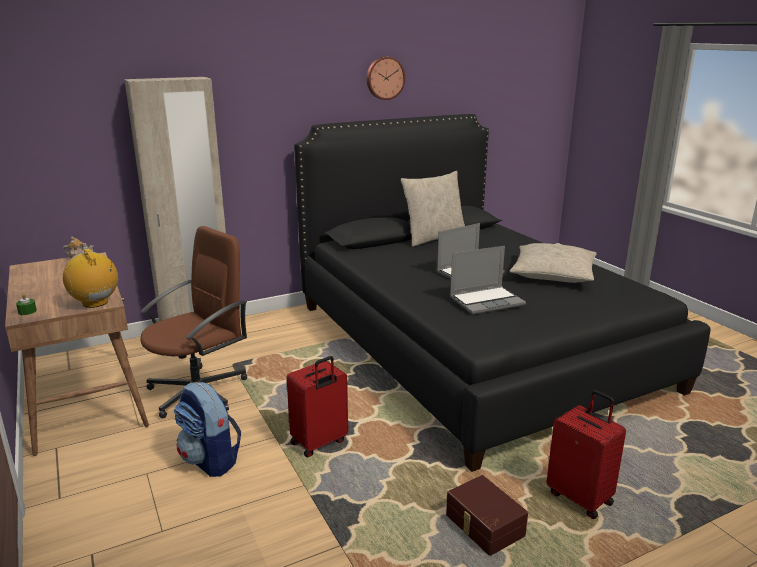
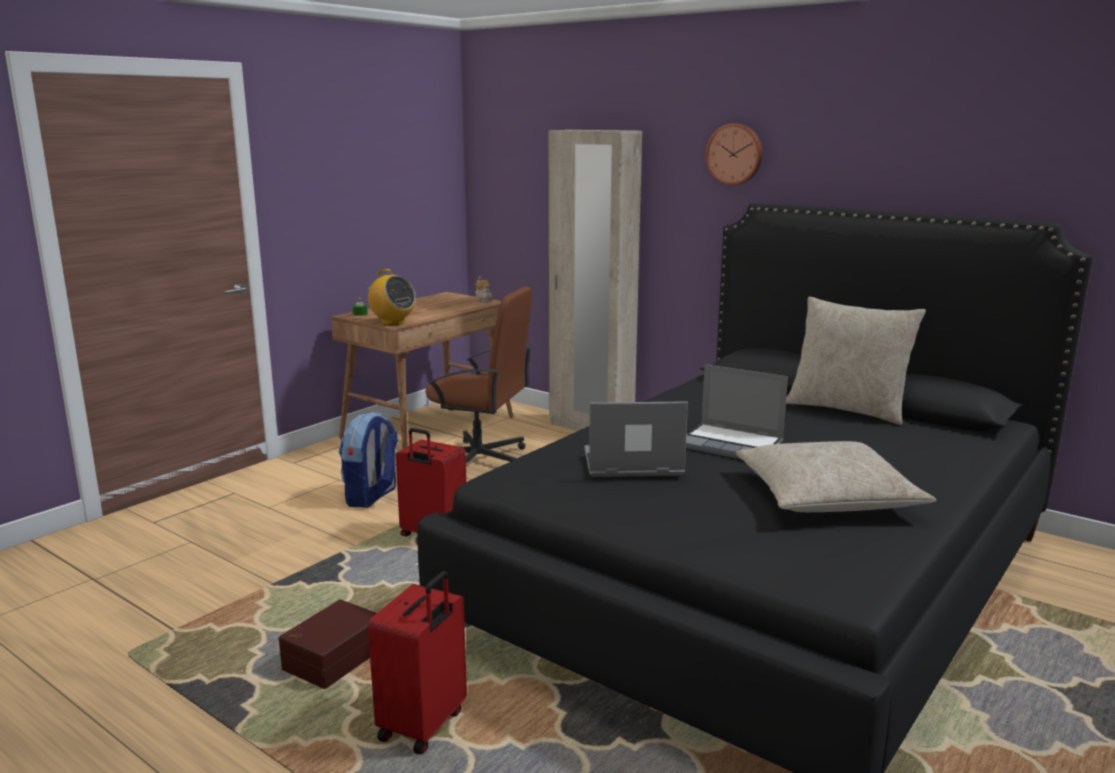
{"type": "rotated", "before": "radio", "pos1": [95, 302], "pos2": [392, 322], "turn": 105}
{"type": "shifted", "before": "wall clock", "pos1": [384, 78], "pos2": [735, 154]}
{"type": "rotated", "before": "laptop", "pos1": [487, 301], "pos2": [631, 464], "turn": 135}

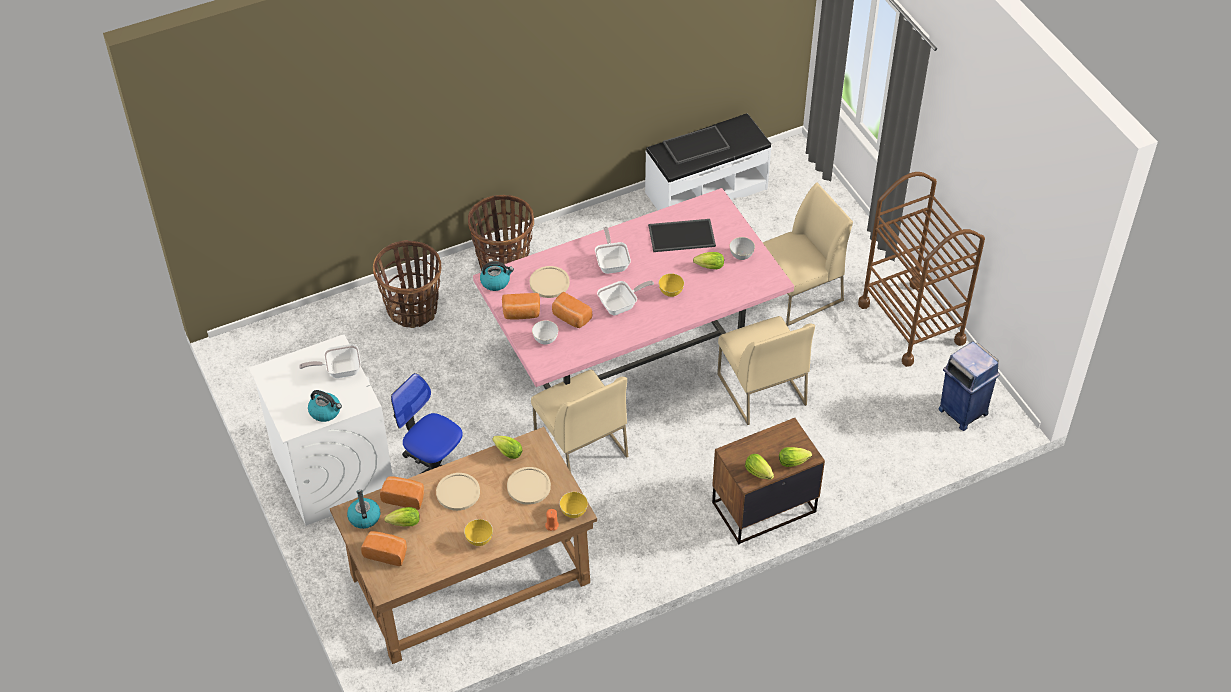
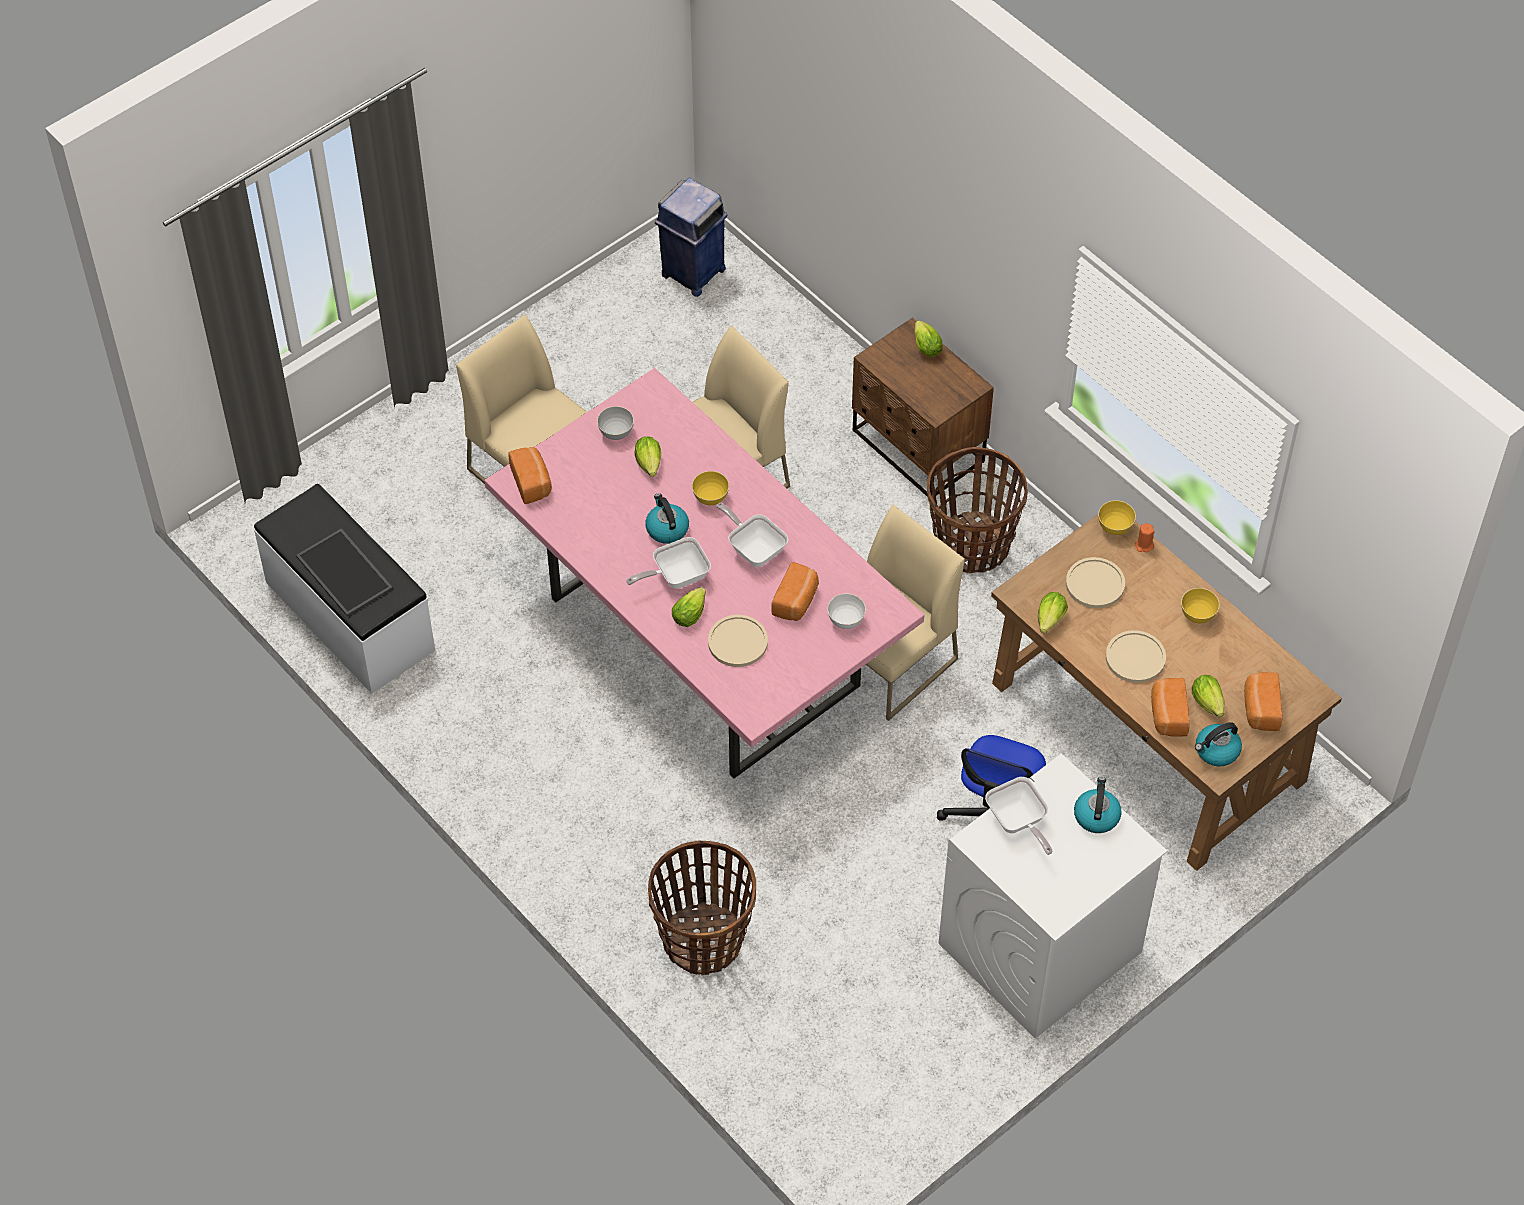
{"type": "shifted", "before": "basket", "pos1": [503, 262], "pos2": [972, 545]}
{"type": "shifted", "before": "kettle", "pos1": [496, 282], "pos2": [666, 528]}
{"type": "shifted", "before": "bread", "pos1": [521, 314], "pos2": [532, 482]}
{"type": "gone", "before": "tray", "pos1": [682, 235]}
{"type": "shifted", "before": "lettuce", "pos1": [760, 474], "pos2": [691, 613]}
{"type": "gone", "before": "cart (brown)", "pos1": [911, 323]}

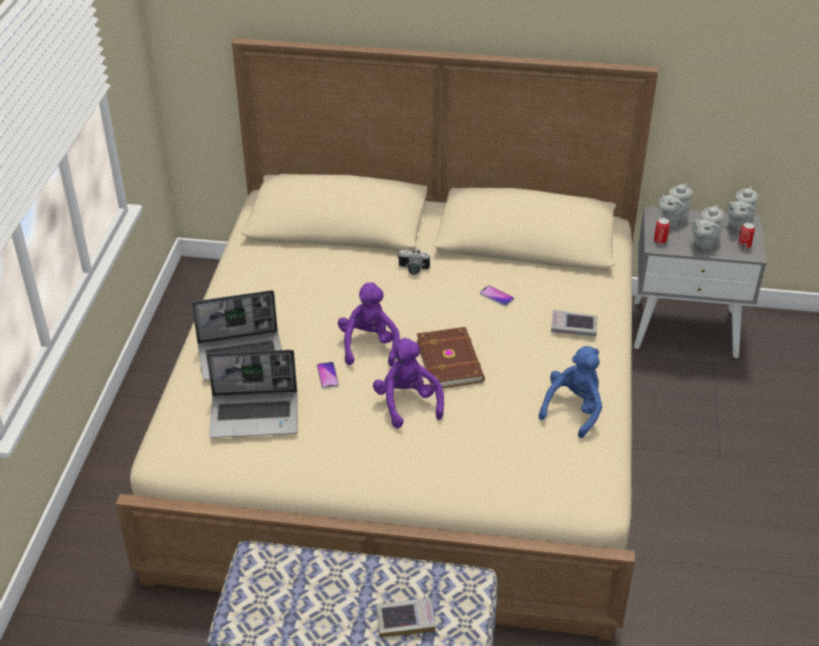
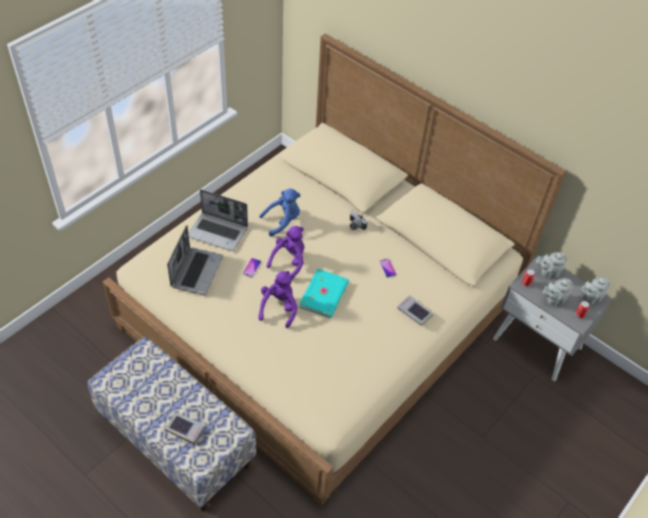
{"type": "rotated", "before": "laptop", "pos1": [255, 415], "pos2": [196, 271], "turn": -105}
{"type": "repainted", "before": "book (brown)", "after": "book (turquoise)", "pos1": [451, 360], "pos2": [325, 295]}
{"type": "shifted", "before": "plush toy (blue)", "pos1": [573, 409], "pos2": [282, 221]}

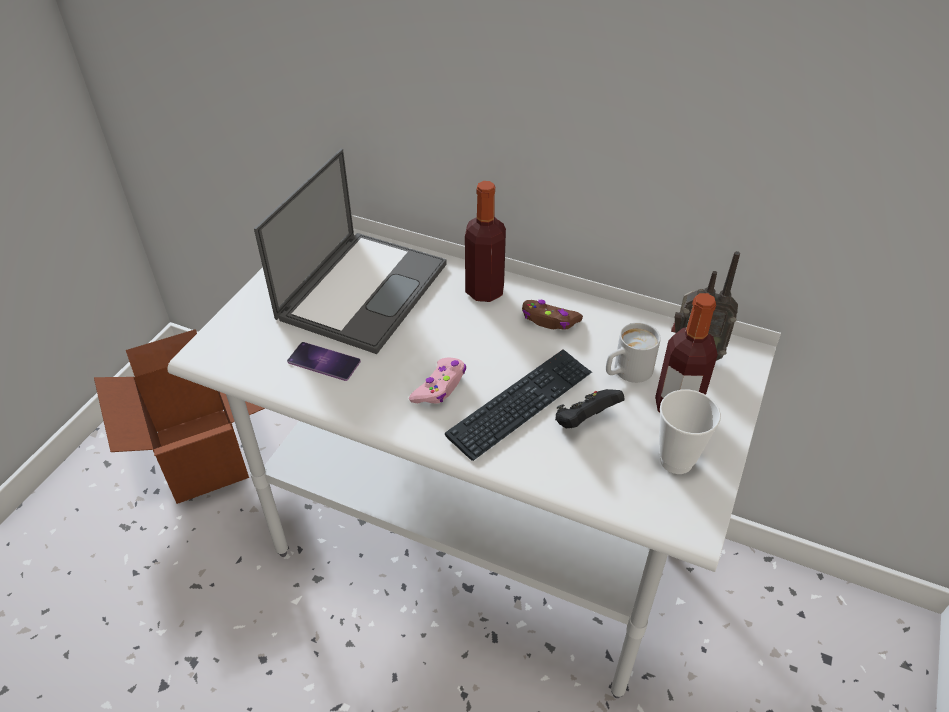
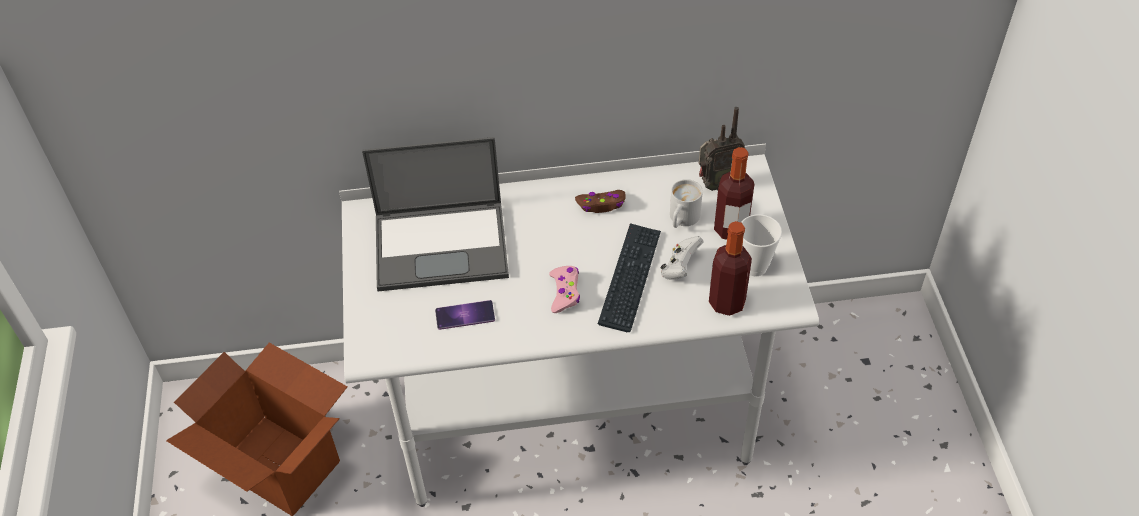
{"type": "rotated", "before": "laptop", "pos1": [363, 289], "pos2": [443, 245], "turn": 90}
{"type": "shifted", "before": "bottle", "pos1": [484, 291], "pos2": [726, 302]}
{"type": "repainted", "before": "game controller (black)", "after": "game controller (white)", "pos1": [585, 421], "pos2": [680, 268]}

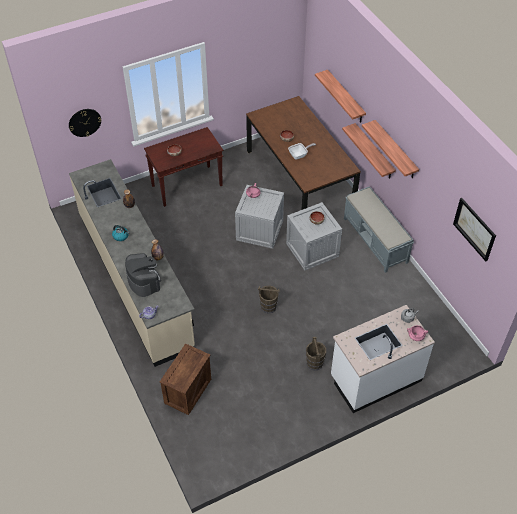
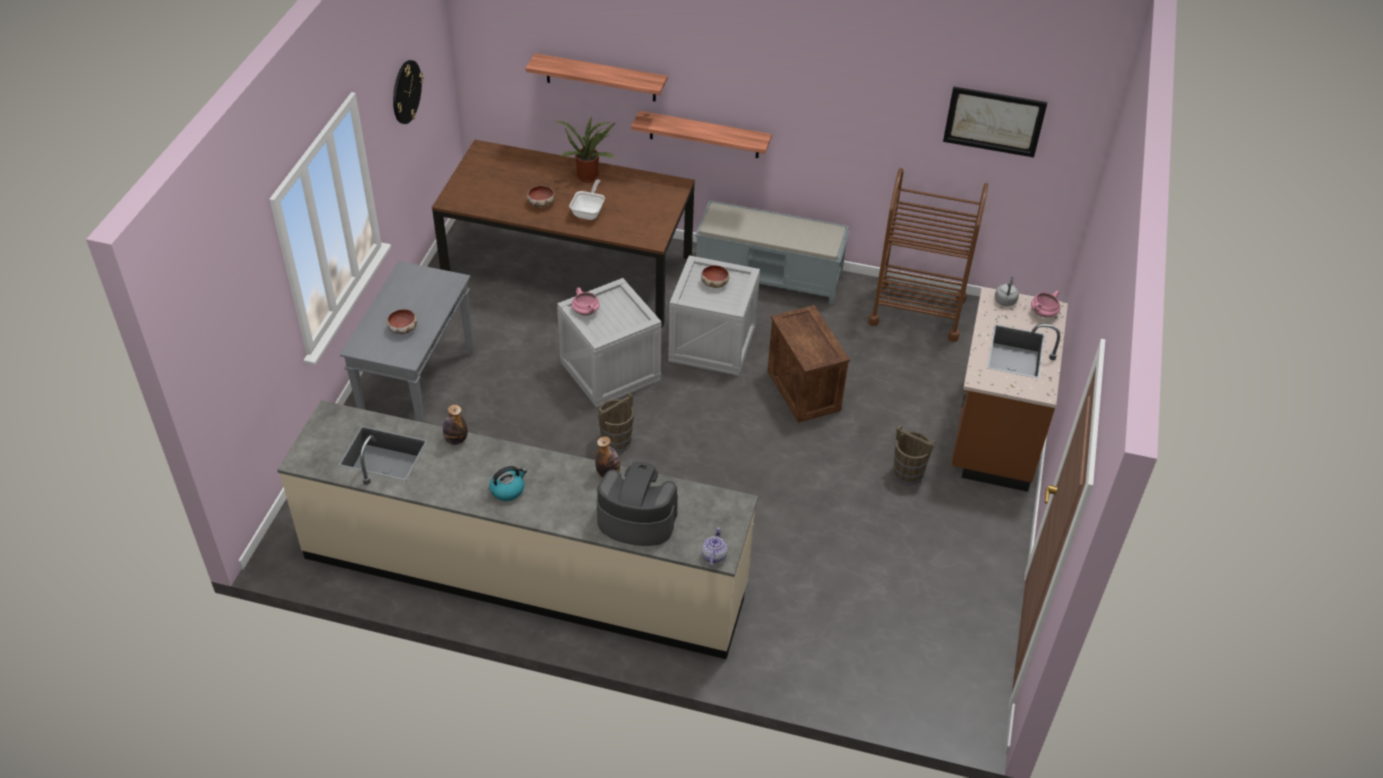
{"type": "shifted", "before": "wall clock", "pos1": [84, 122], "pos2": [406, 92]}
{"type": "repainted", "before": "console table (brown)", "after": "console table (grey)", "pos1": [187, 185], "pos2": [419, 389]}
{"type": "shifted", "before": "crate", "pos1": [188, 391], "pos2": [804, 390]}
{"type": "shifted", "before": "bucket (brown)", "pos1": [268, 306], "pos2": [616, 441]}
{"type": "repainted", "before": "counter (white)", "after": "counter (brown)", "pos1": [375, 378], "pos2": [993, 432]}
{"type": "gone", "before": "shelf", "pos1": [395, 150]}
{"type": "new", "after": "potted plant", "pos2": [588, 174]}
{"type": "new", "after": "cart (brown)", "pos2": [917, 311]}

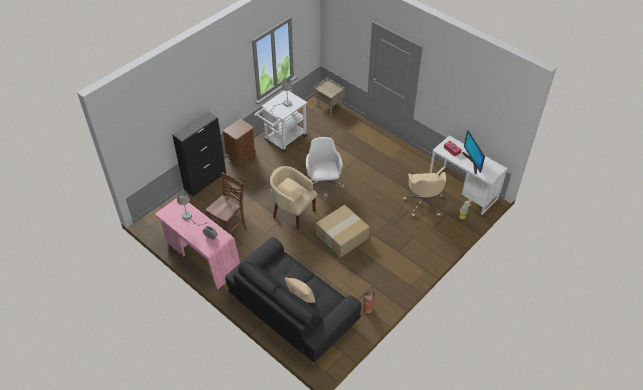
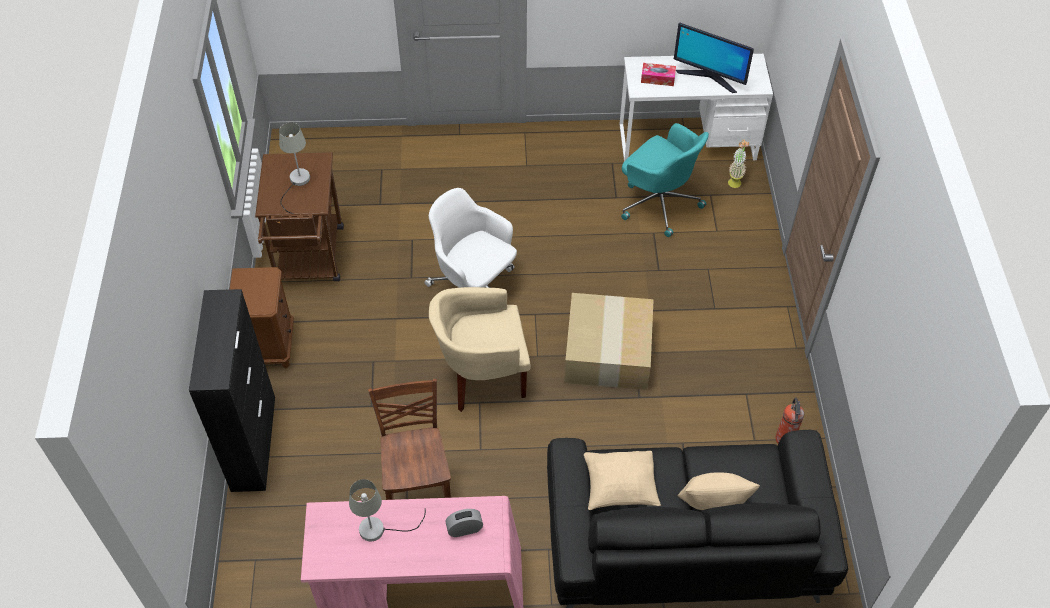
{"type": "repainted", "before": "cart (white)", "after": "cart (brown)", "pos1": [283, 140], "pos2": [309, 261]}
{"type": "shifted", "before": "pillow (beige)", "pos1": [289, 195], "pos2": [619, 487]}
{"type": "gone", "before": "nightstand (beige)", "pos1": [329, 106]}
{"type": "repainted", "before": "office chair (beige)", "after": "office chair (turquoise)", "pos1": [423, 202], "pos2": [658, 202]}

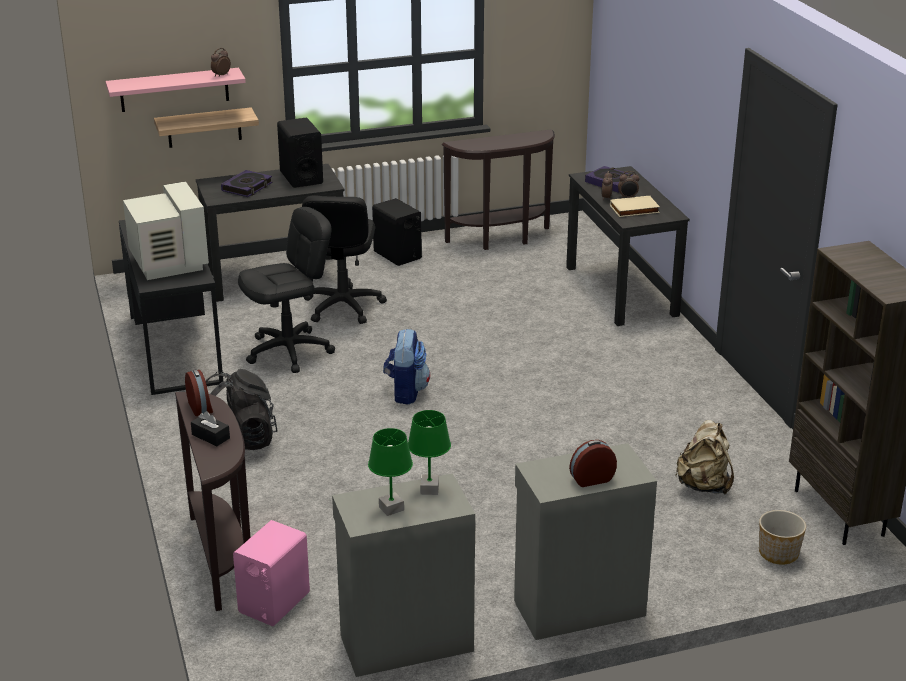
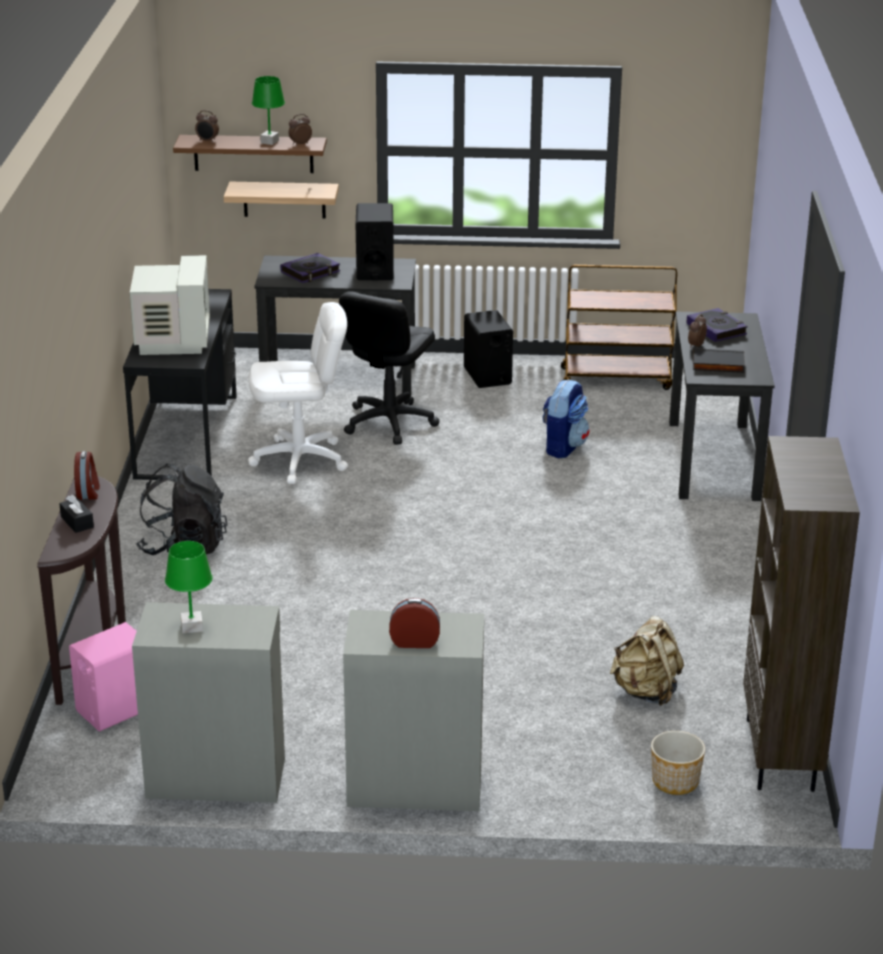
{"type": "repainted", "before": "shelf (pink)", "after": "shelf (brown)", "pos1": [174, 90], "pos2": [253, 153]}
{"type": "repainted", "before": "office chair (black)", "after": "office chair (white)", "pos1": [289, 351], "pos2": [300, 460]}
{"type": "shifted", "before": "backpack", "pos1": [406, 392], "pos2": [563, 447]}
{"type": "shifted", "before": "table lamp (green)", "pos1": [429, 489], "pos2": [269, 142]}
{"type": "swapped", "before": "console table (brown)", "after": "cart (brown)", "pos1": [501, 240], "pos2": [617, 378]}
{"type": "repainted", "before": "book (beige)", "after": "book (black)", "pos1": [634, 210], "pos2": [717, 364]}
{"type": "shifted", "before": "alarm clock", "pos1": [628, 197], "pos2": [207, 141]}

